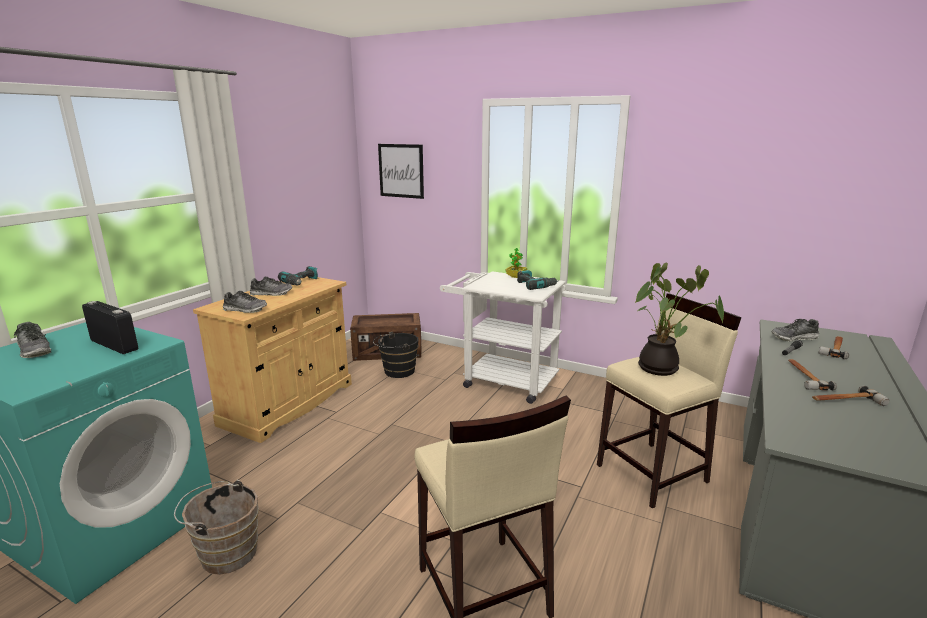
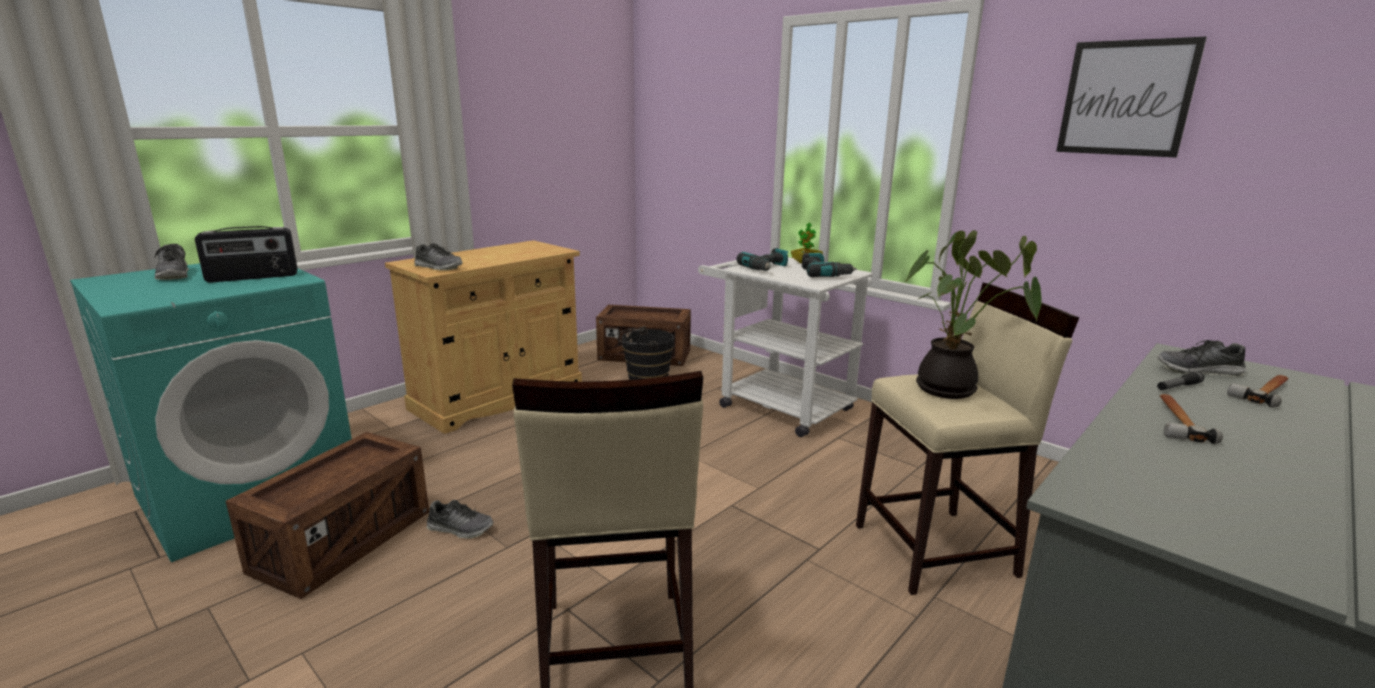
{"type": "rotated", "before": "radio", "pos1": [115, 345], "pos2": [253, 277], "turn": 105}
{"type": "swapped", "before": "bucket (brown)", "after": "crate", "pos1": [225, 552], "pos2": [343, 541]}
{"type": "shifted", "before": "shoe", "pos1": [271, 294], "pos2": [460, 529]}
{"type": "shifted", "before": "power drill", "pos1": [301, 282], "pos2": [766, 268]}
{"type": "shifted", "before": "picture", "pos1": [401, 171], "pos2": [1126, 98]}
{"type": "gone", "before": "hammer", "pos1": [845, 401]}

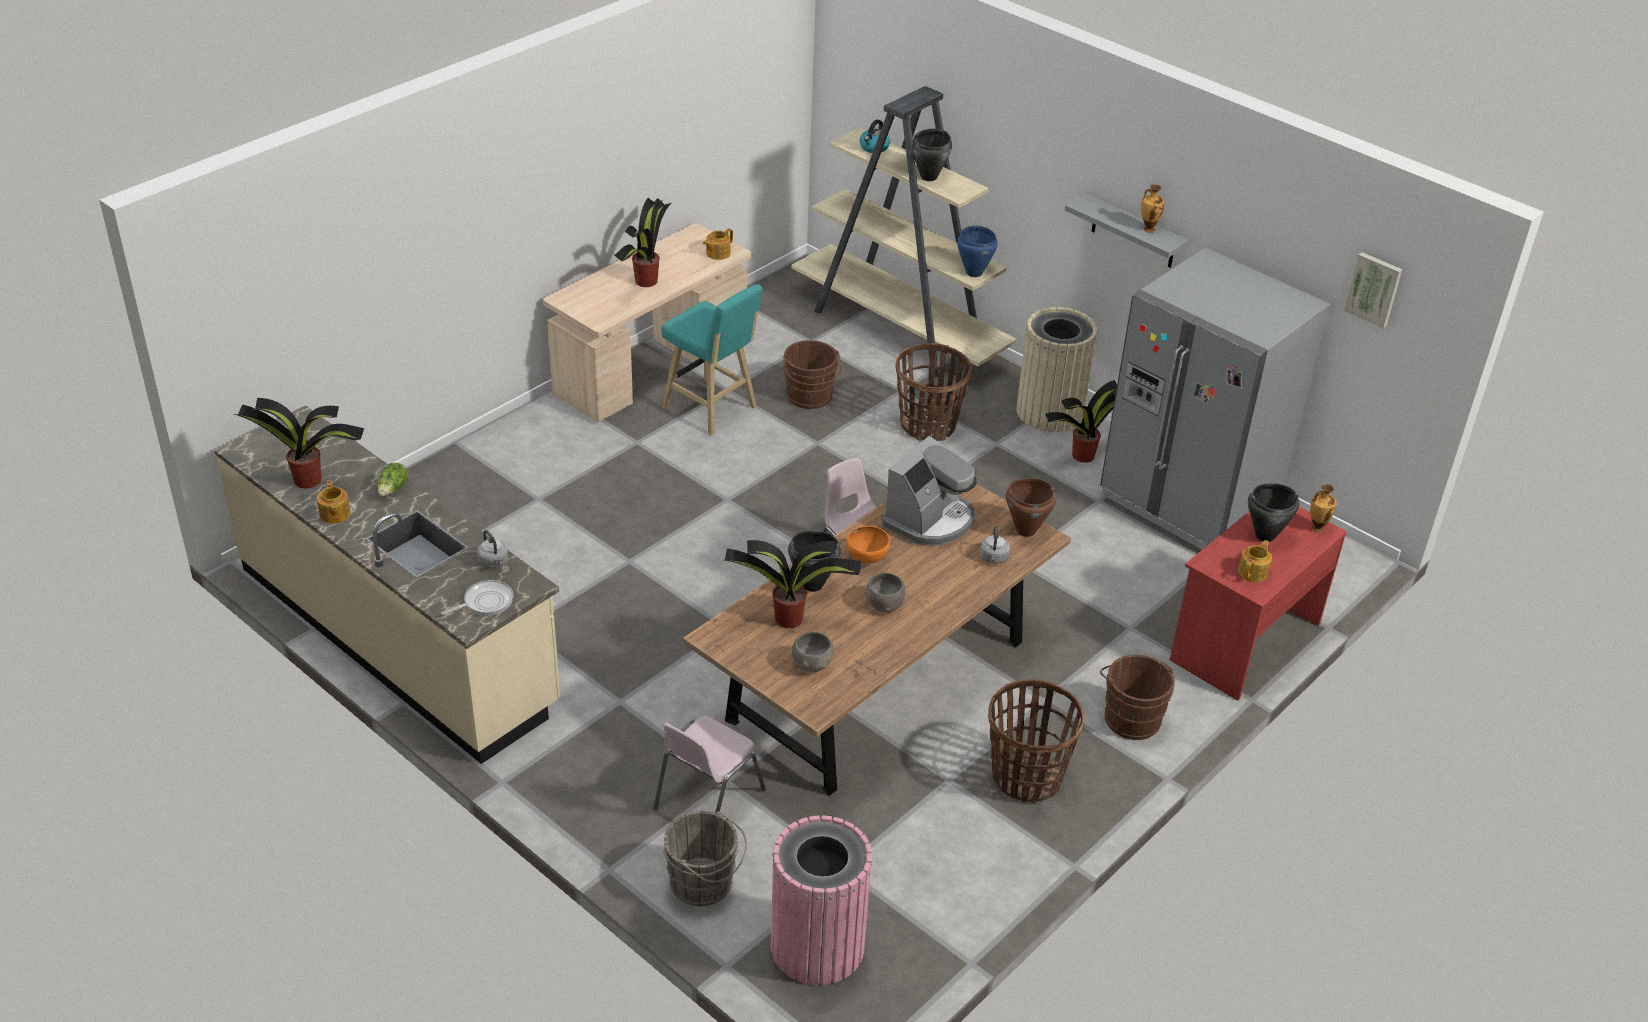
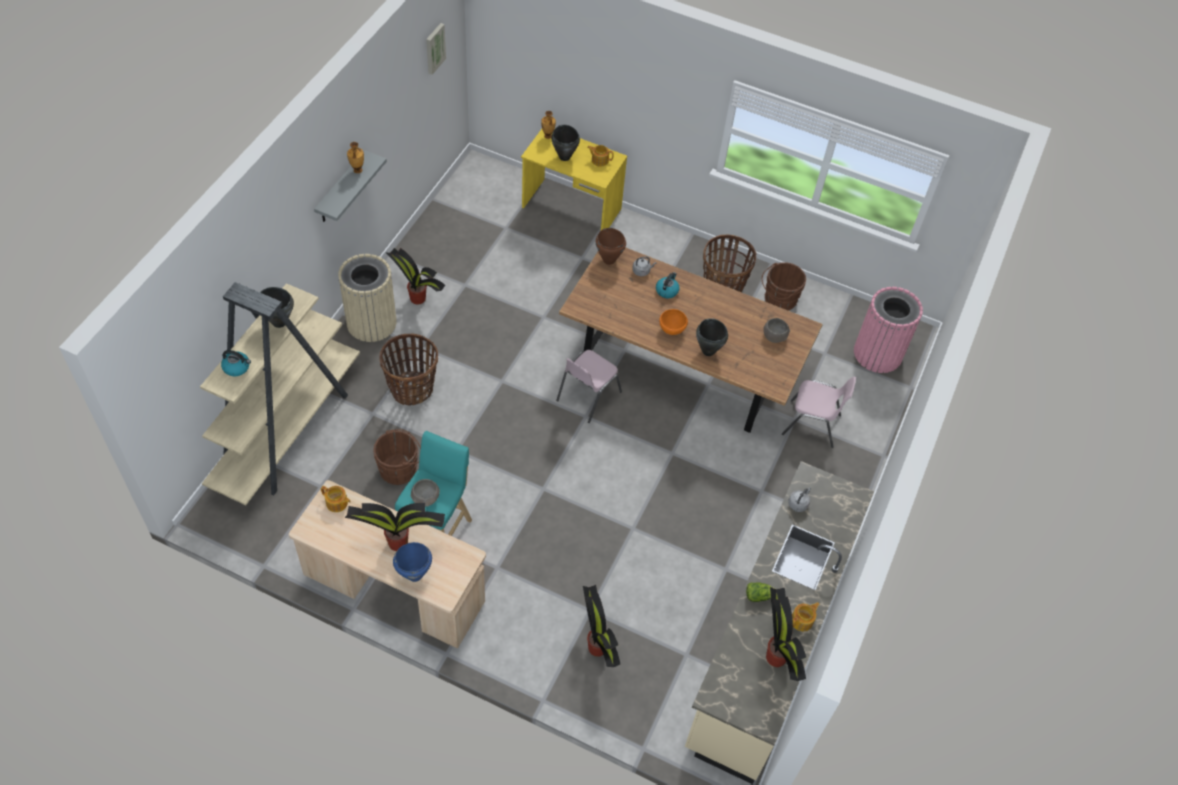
{"type": "gone", "before": "frying pan", "pos1": [485, 602]}
{"type": "gone", "before": "bucket (grey)", "pos1": [705, 884]}
{"type": "shifted", "before": "potted plant", "pos1": [790, 619], "pos2": [597, 646]}
{"type": "shifted", "before": "bowl (grey)", "pos1": [884, 604], "pos2": [426, 499]}
{"type": "gone", "before": "coffee machine", "pos1": [930, 520]}
{"type": "shifted", "before": "cooking pot (blue)", "pos1": [973, 273], "pos2": [415, 575]}
{"type": "gone", "before": "fridge (grey)", "pos1": [1188, 500]}
{"type": "shifted", "before": "bucket (brown)", "pos1": [1131, 717], "pos2": [778, 300]}
{"type": "repainted", "before": "desk (red)", "after": "desk (yellow)", "pos1": [1243, 641], "pos2": [571, 209]}
{"type": "new", "after": "kettle", "pos2": [667, 290]}

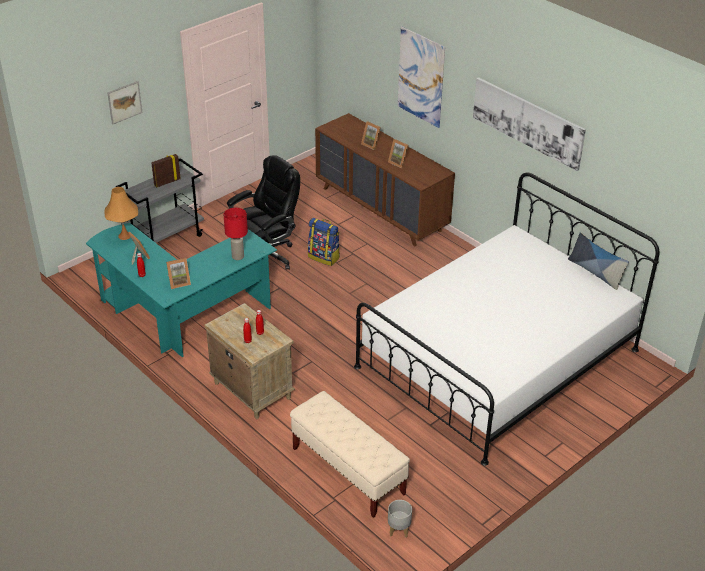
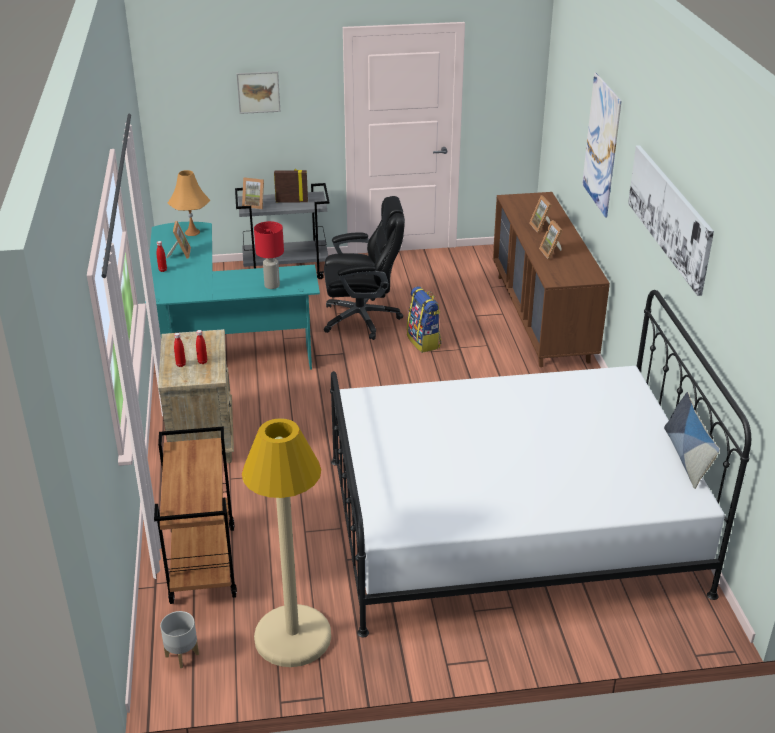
{"type": "shifted", "before": "picture frame", "pos1": [179, 282], "pos2": [254, 205]}
{"type": "swapped", "before": "bench (beige)", "after": "cart (brown)", "pos1": [347, 471], "pos2": [202, 563]}
{"type": "new", "after": "floor lamp (beige)", "pos2": [292, 637]}

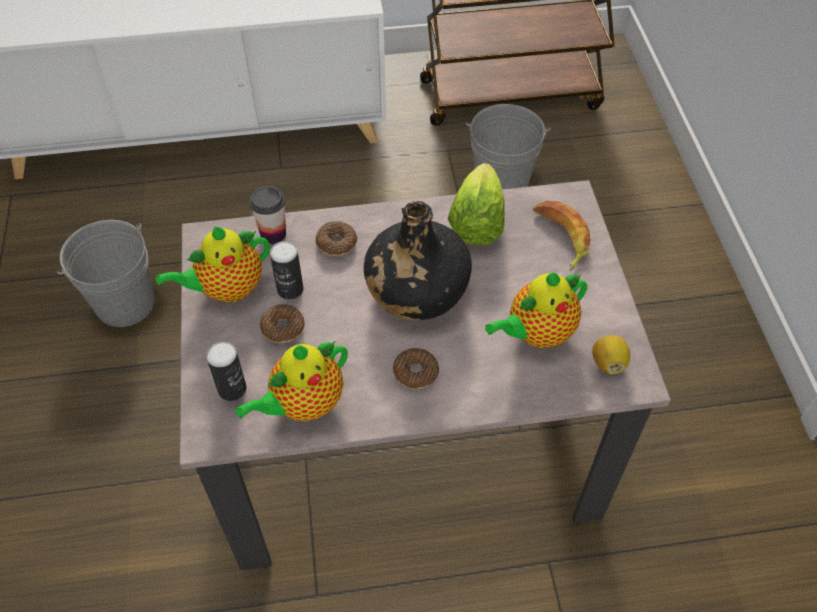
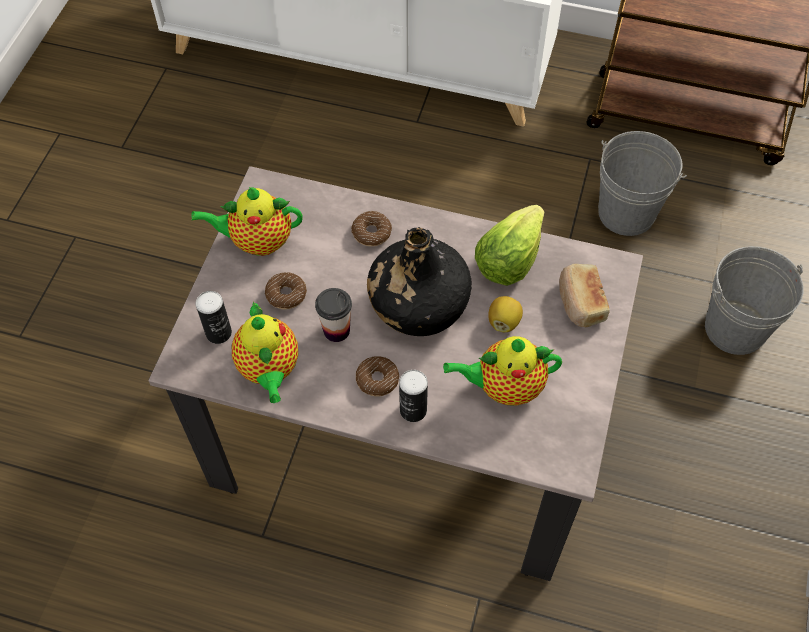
{"type": "shifted", "before": "bucket (grey)", "pos1": [125, 303], "pos2": [735, 328]}
{"type": "rotated", "before": "teapot", "pos1": [304, 404], "pos2": [269, 370], "turn": -90}
{"type": "shifted", "before": "cup", "pos1": [273, 234], "pos2": [336, 330]}
{"type": "shifted", "before": "can", "pos1": [290, 289], "pos2": [413, 410]}
{"type": "swapped", "before": "banana", "after": "bread", "pos1": [560, 237], "pos2": [580, 302]}
{"type": "shifted", "before": "lemon", "pos1": [608, 363], "pos2": [504, 321]}

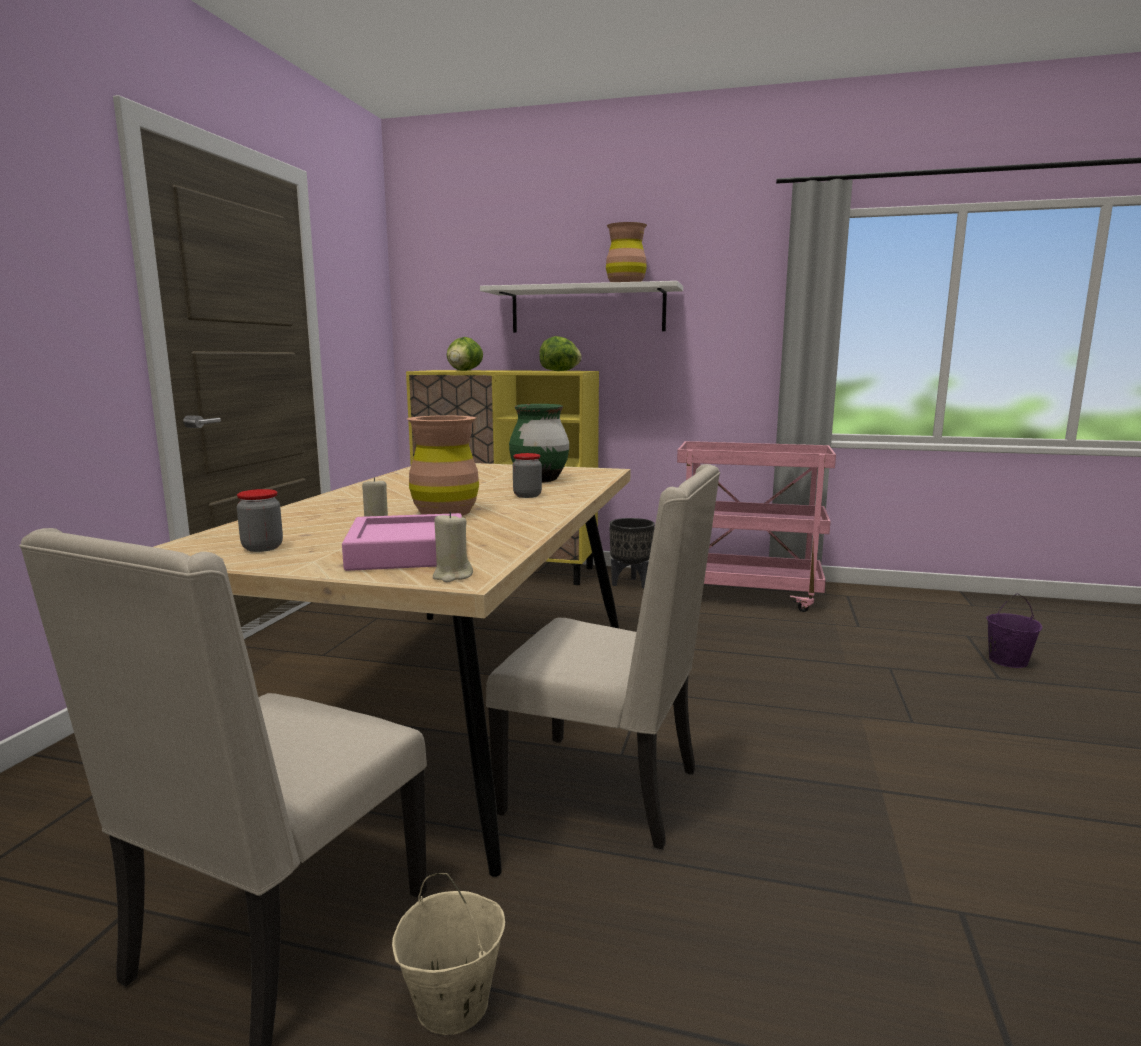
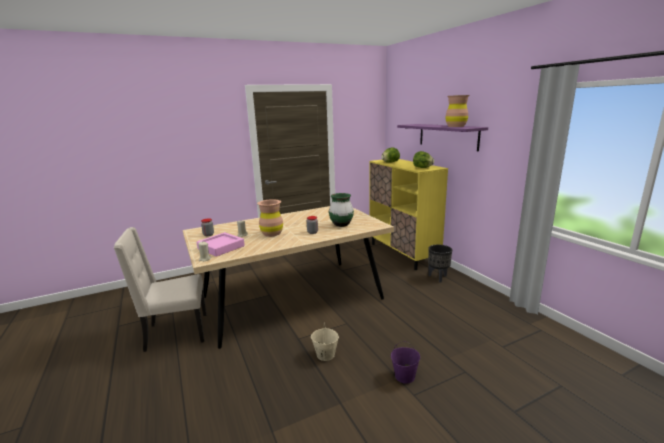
{"type": "shifted", "before": "bucket (beige)", "pos1": [451, 1004], "pos2": [325, 355]}
{"type": "repainted", "before": "shelf (white)", "after": "shelf (purple)", "pos1": [587, 310], "pos2": [447, 136]}
{"type": "gone", "before": "chair (beige)", "pos1": [606, 790]}
{"type": "gone", "before": "cart (pink)", "pos1": [747, 595]}
{"type": "shifted", "before": "bucket (purple)", "pos1": [1007, 661], "pos2": [405, 376]}

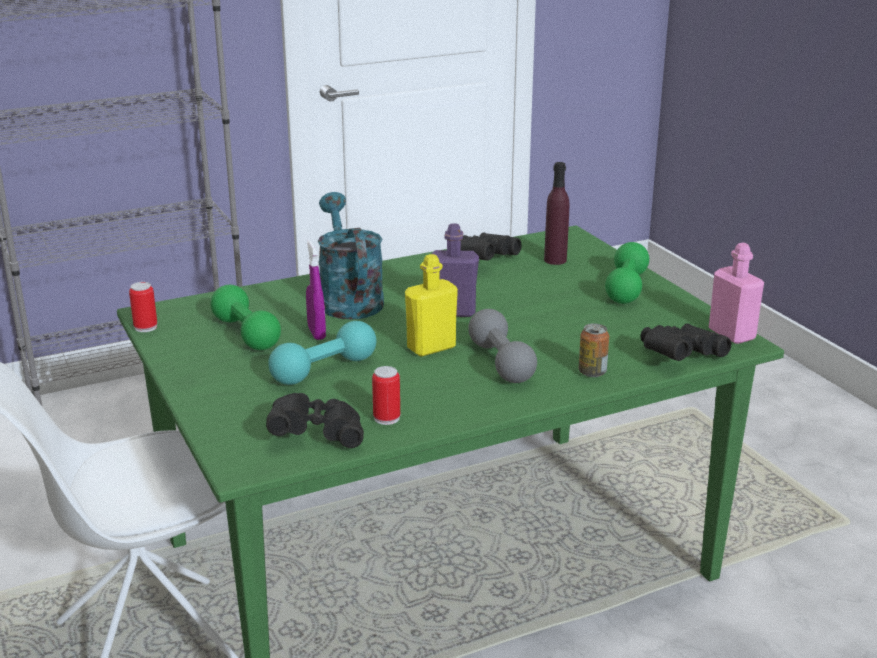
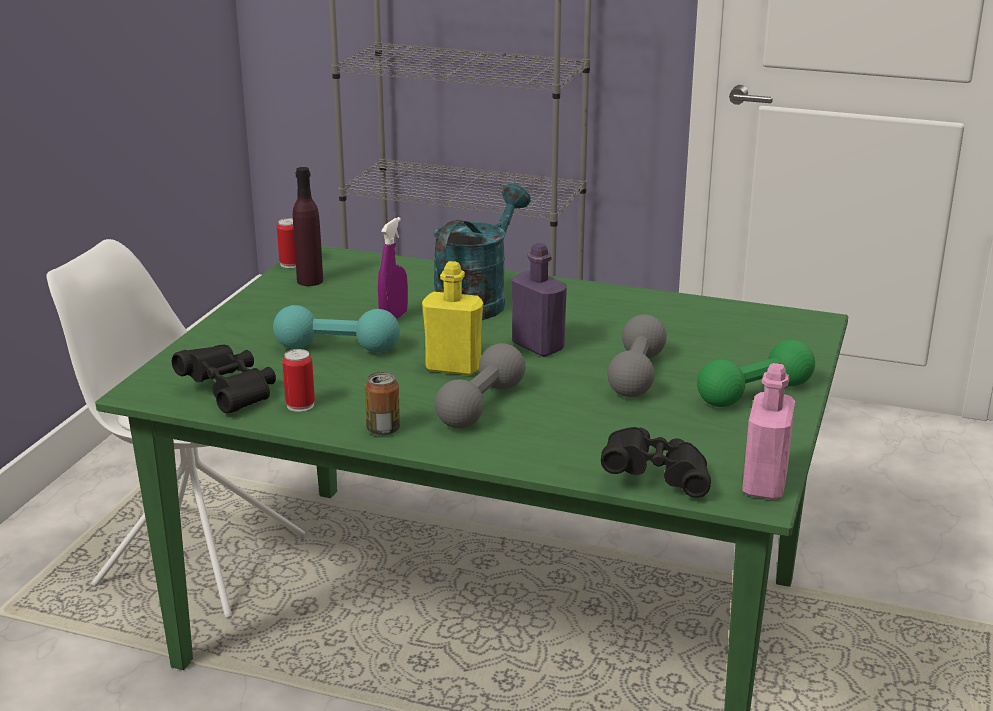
{"type": "gone", "before": "dumbbell (green)", "pos1": [246, 334]}
{"type": "gone", "before": "binoculars (black)", "pos1": [482, 260]}
{"type": "shifted", "before": "bottle (purple)", "pos1": [555, 260], "pos2": [310, 281]}
{"type": "shifted", "before": "can", "pos1": [592, 372], "pos2": [383, 430]}
{"type": "new", "after": "dumbbell (grey)", "pos2": [636, 375]}

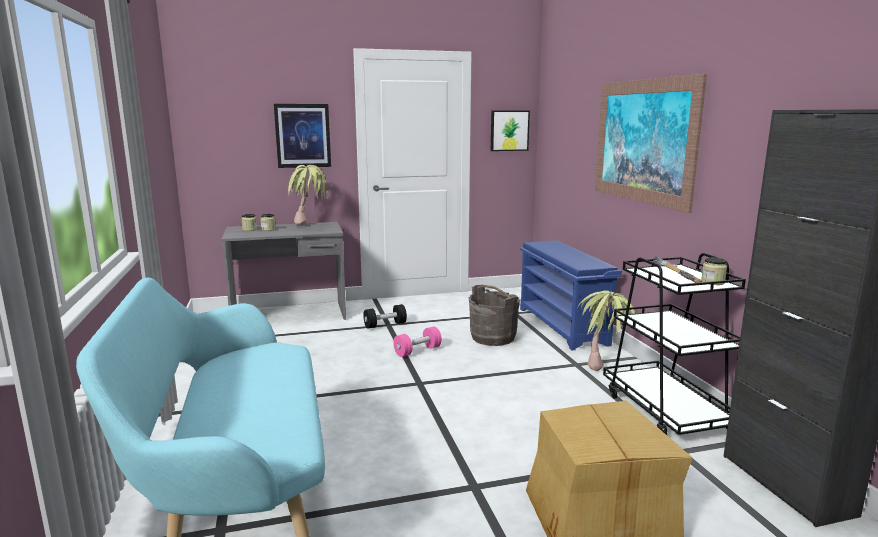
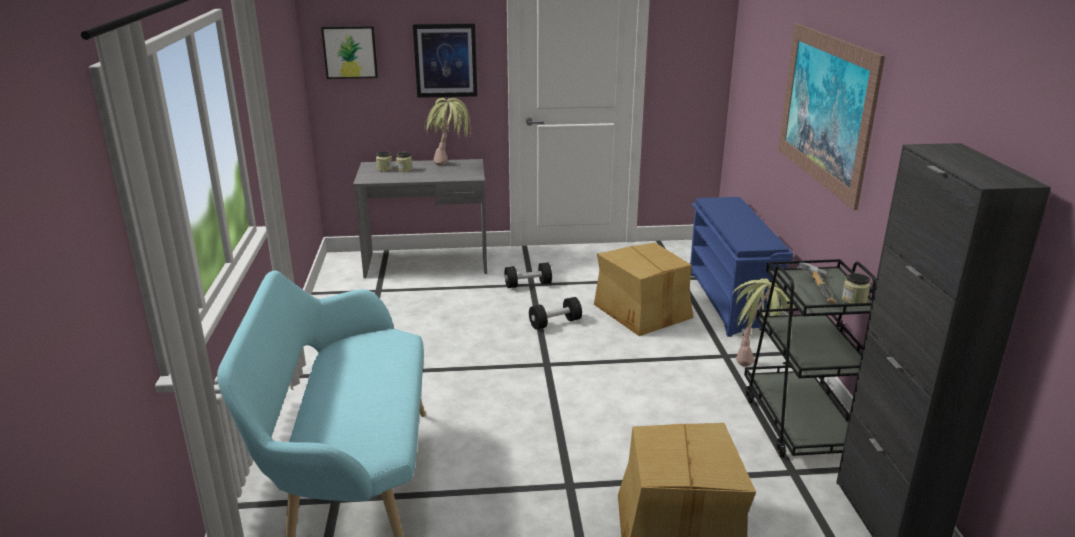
{"type": "repainted", "before": "dumbbell (pink)", "after": "dumbbell (black)", "pos1": [417, 351], "pos2": [555, 323]}
{"type": "swapped", "before": "bucket (grey)", "after": "cardboard box", "pos1": [492, 338], "pos2": [643, 312]}
{"type": "shifted", "before": "picture", "pos1": [509, 130], "pos2": [350, 52]}

